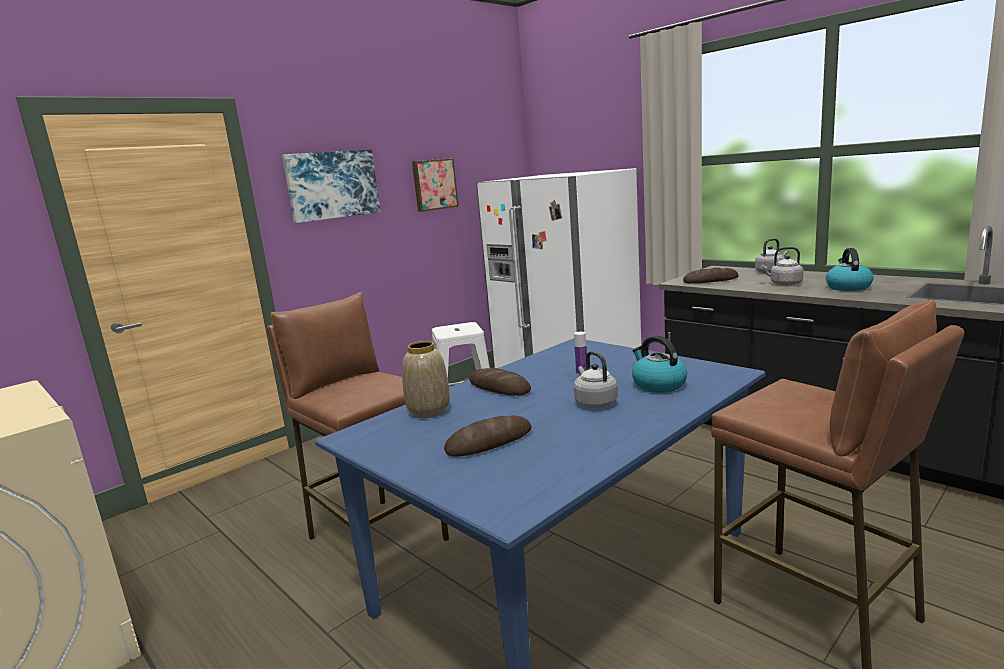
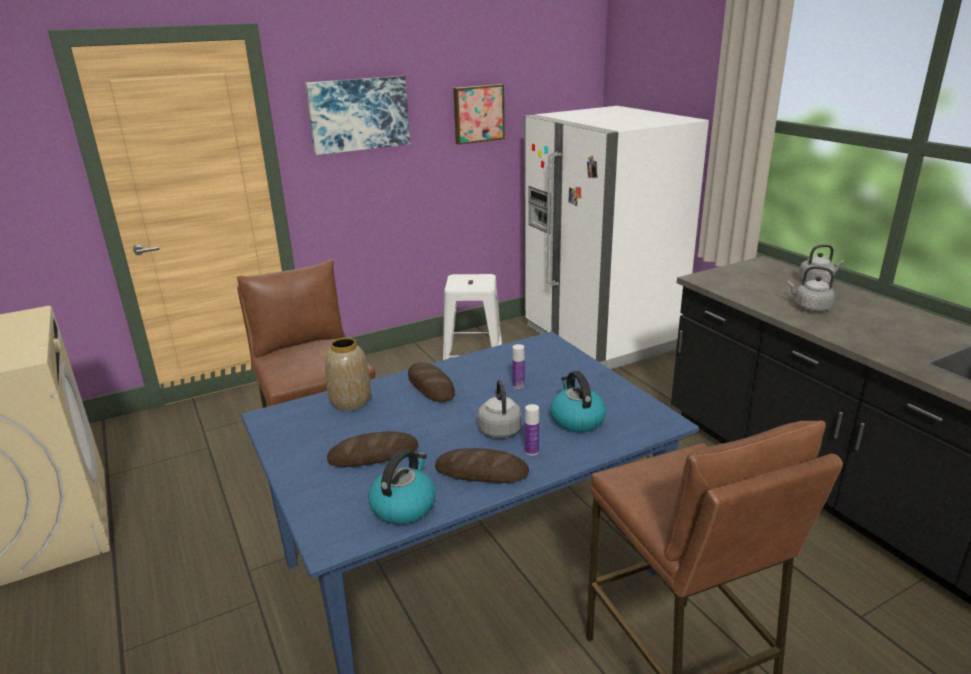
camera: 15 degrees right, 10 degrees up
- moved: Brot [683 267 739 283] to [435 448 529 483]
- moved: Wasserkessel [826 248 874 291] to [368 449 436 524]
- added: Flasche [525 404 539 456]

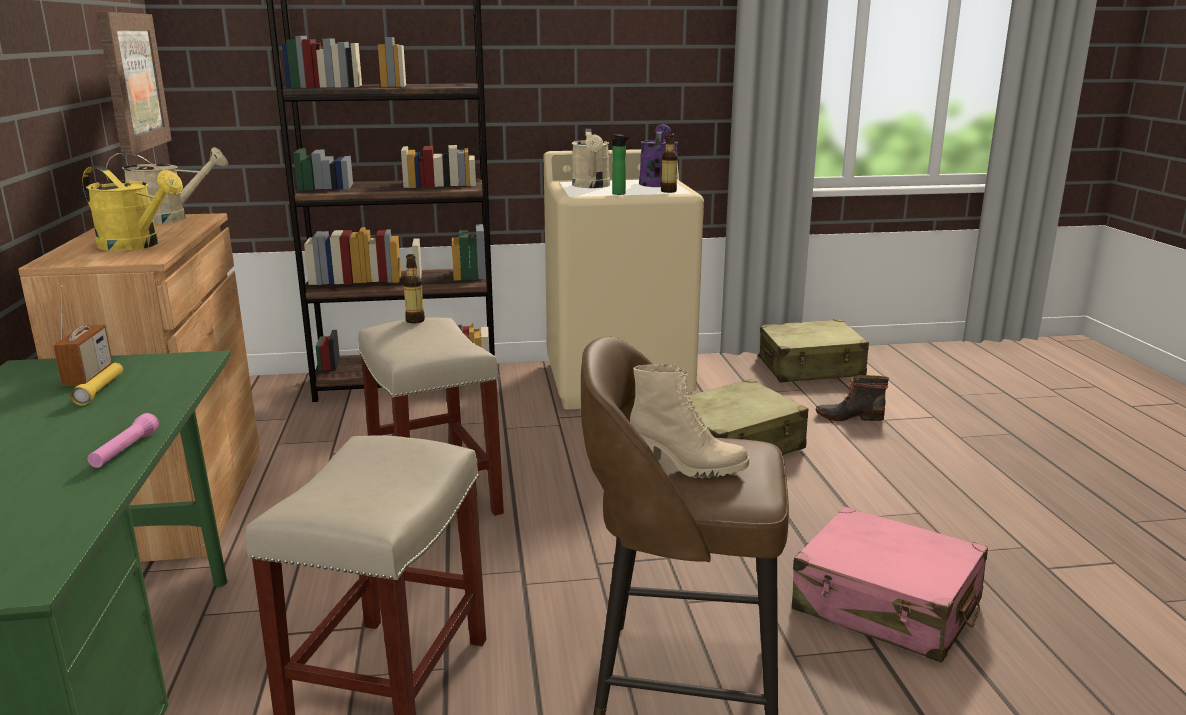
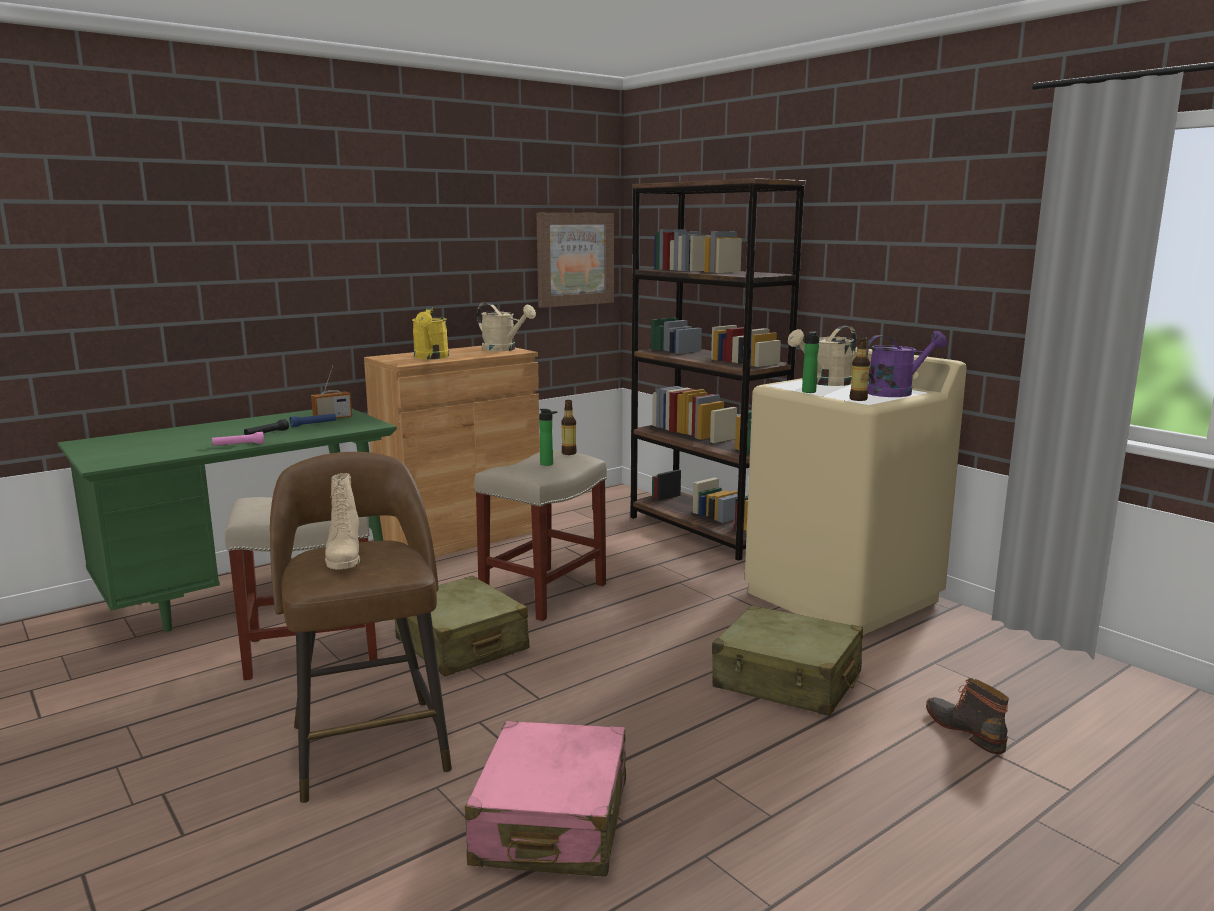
camera: 60 degrees right, 5 degrees down
- recoloured: Taschenlampe [gelb] [70 363 123 406] to Taschenlampe [blau] [290 414 336 427]
- moved: Koffer [beige] [758 319 869 382] to [395 576 529 677]
- added: Taschenlampe [schwarz] [244 419 289 435]
- added: Flasche [539 409 557 466]

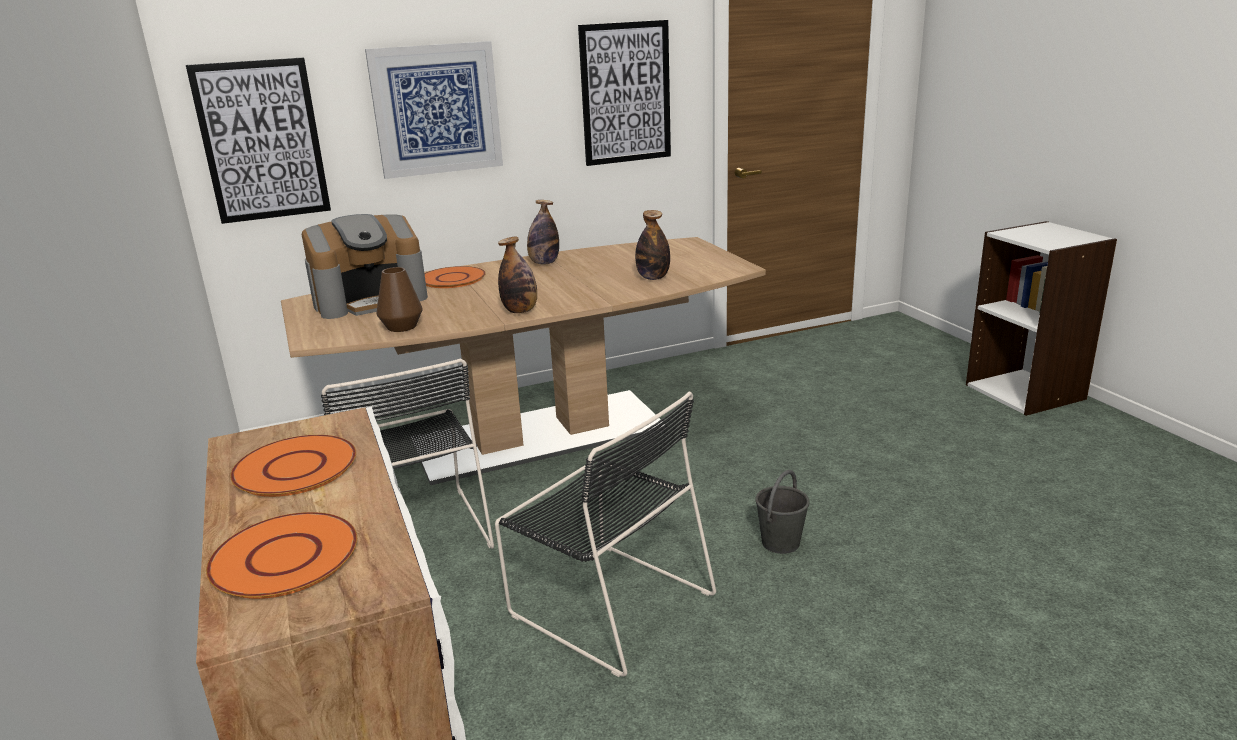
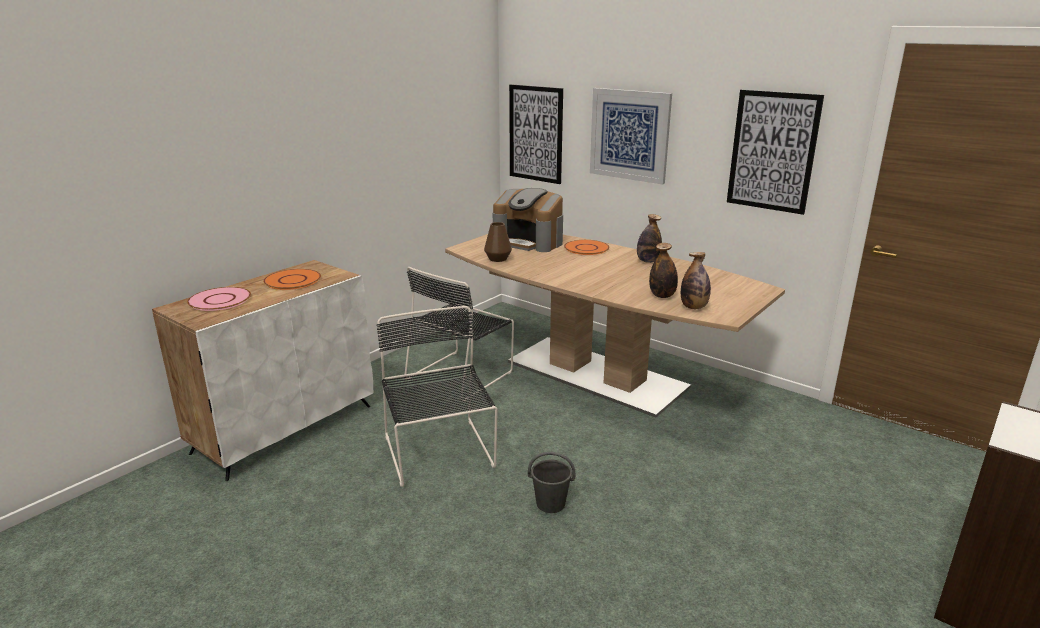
camera: 60 degrees right, 0 degrees up
- recoloured: Teller [orange] [206 512 357 599] to Teller [rosa] [187 287 251 311]
- turned: Stuhl [schwarz] [495 391 716 677] = [377 306 498 487] 150 degrees clockwise
- moved: Flasche [498 236 537 313] to [681 252 711 309]

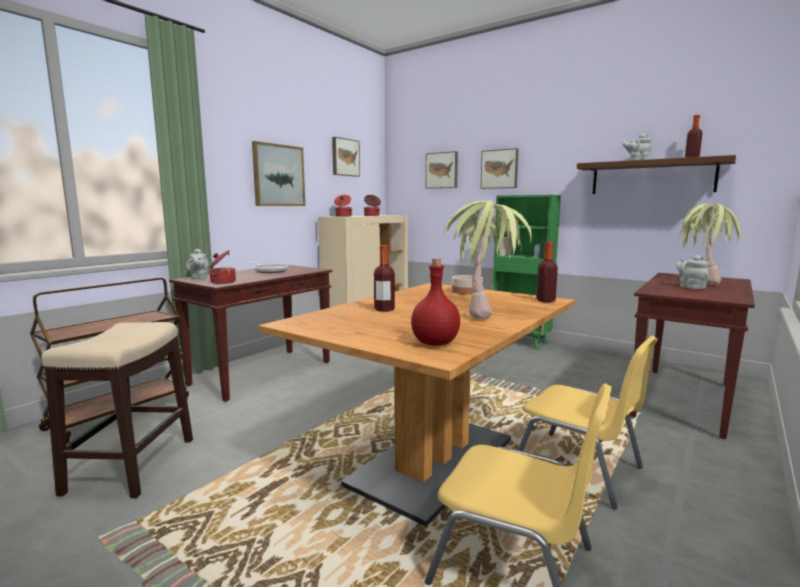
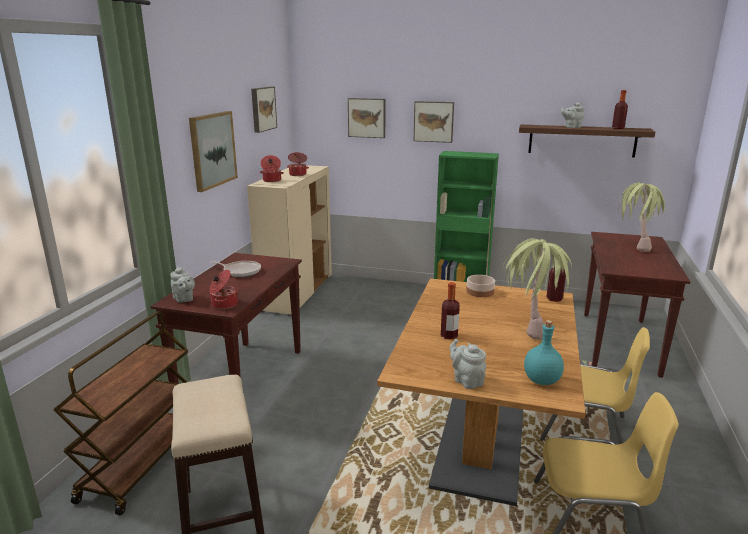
camera: 20 degrees left, 10 degrees up
- recoloured: Flasche [rot] [411 258 460 346] to Flasche [türkis] [524 320 564 385]
- moved: Teekanne [grau] [676 255 709 289] to [450 339 486 389]

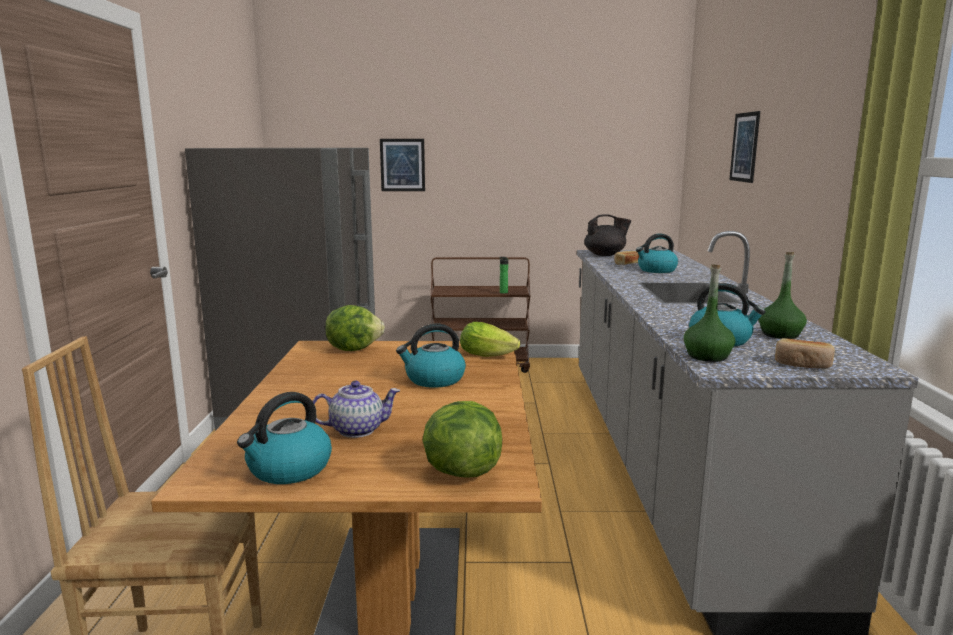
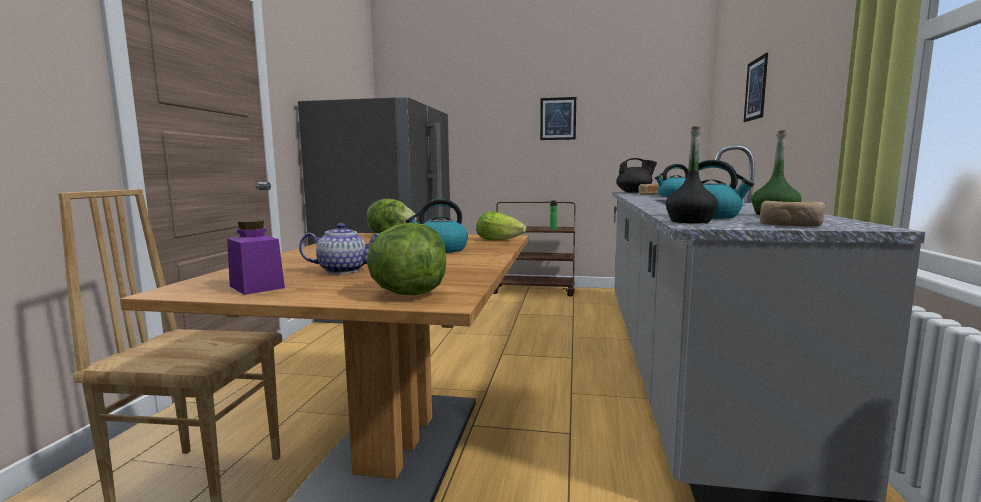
camera: 10 degrees right, 5 degrees down
- replaced: Wasserkessel [237 392 332 484] to Vorratsglas [lila] [227 220 285 295]
- moved: Bild [380 139 425 191] to [540 97 576 140]
- recoloured: Flasche [grün] [683 264 735 362] to Flasche [schwarz] [666 127 718 223]

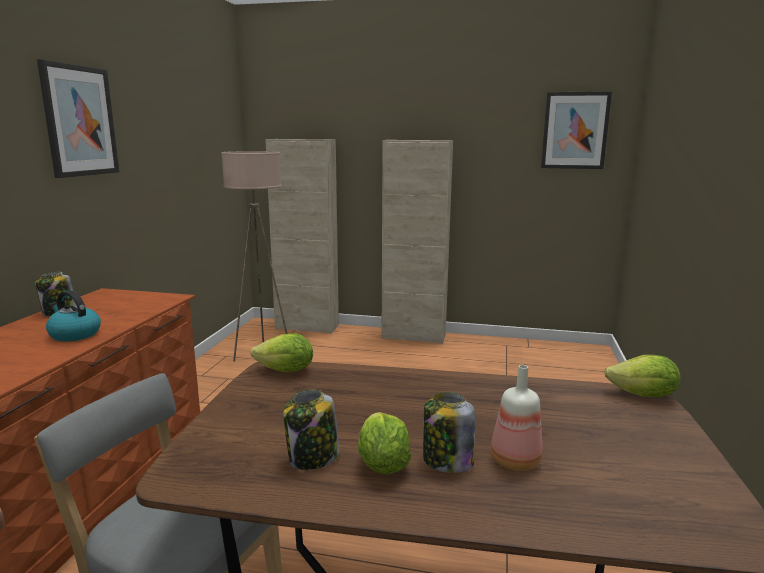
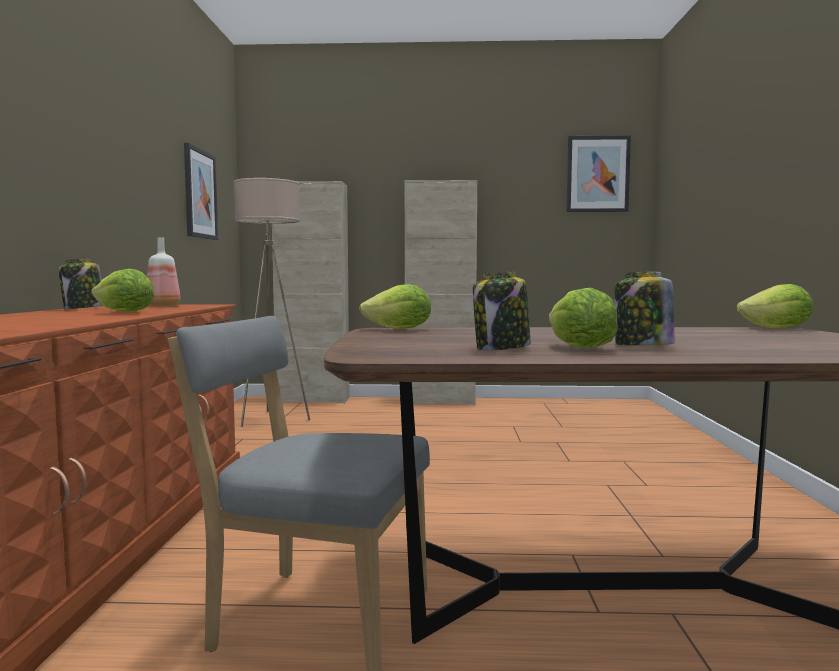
camera: 10 degrees left, 10 degrees down
- moved: Bild [37 59 119 178] to [184 143 218 240]
- replaced: Wasserkessel [46 290 101 341] to Salatkopf [91 269 154 312]
- moved: Flasche [491 365 543 471] to [147 237 181 307]

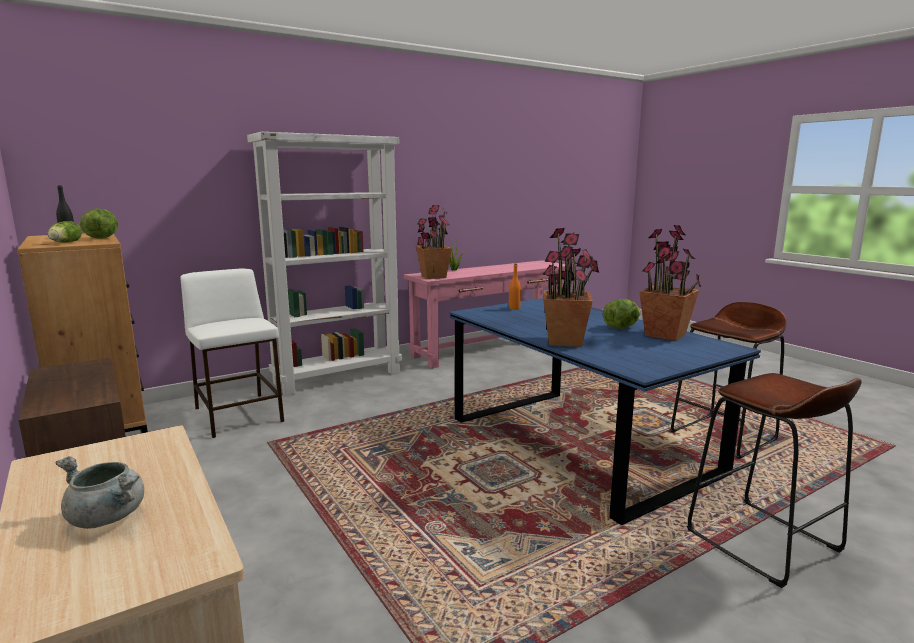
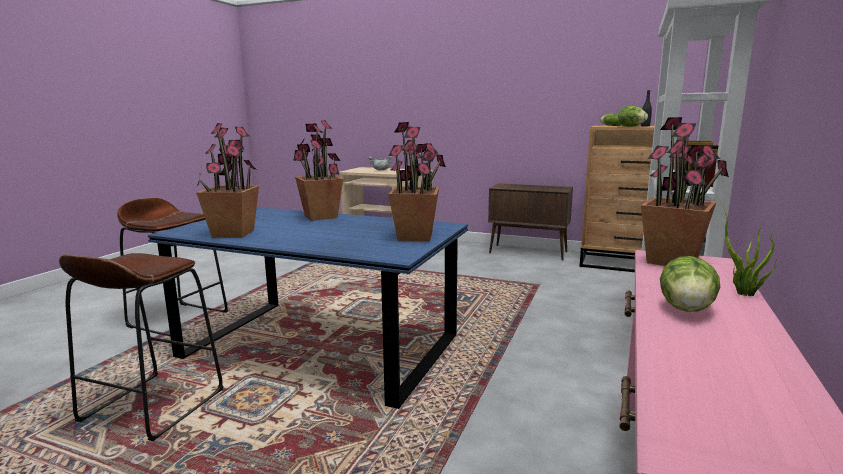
camera: 145 degrees right, 0 degrees up
- removed: Hocker [weiß] [180 268 284 438]
- replaced: Flasche [orange] [509 264 521 310] to Topfpflanze [388 122 446 241]
- moved: Salatkopf [603 299 641 329] to [660 256 720 312]

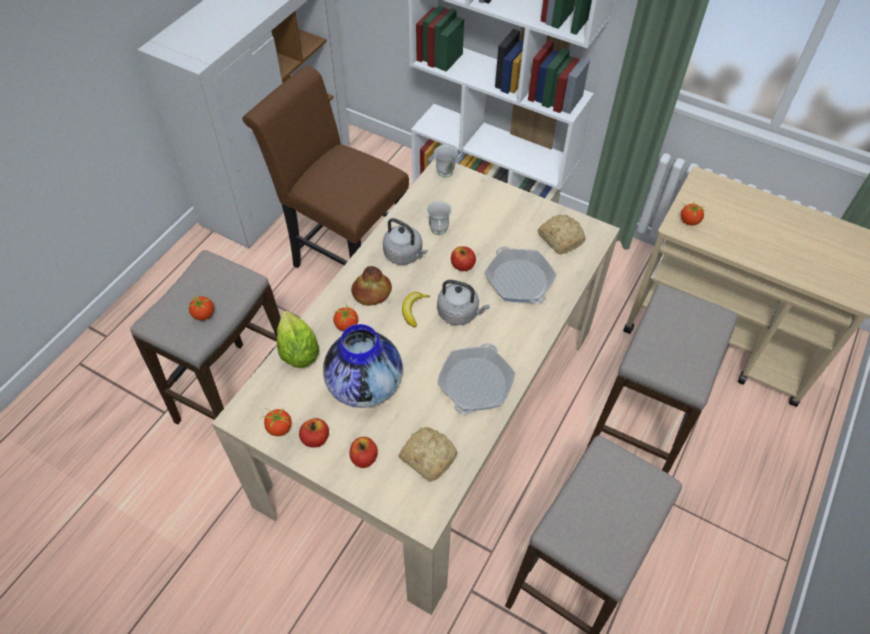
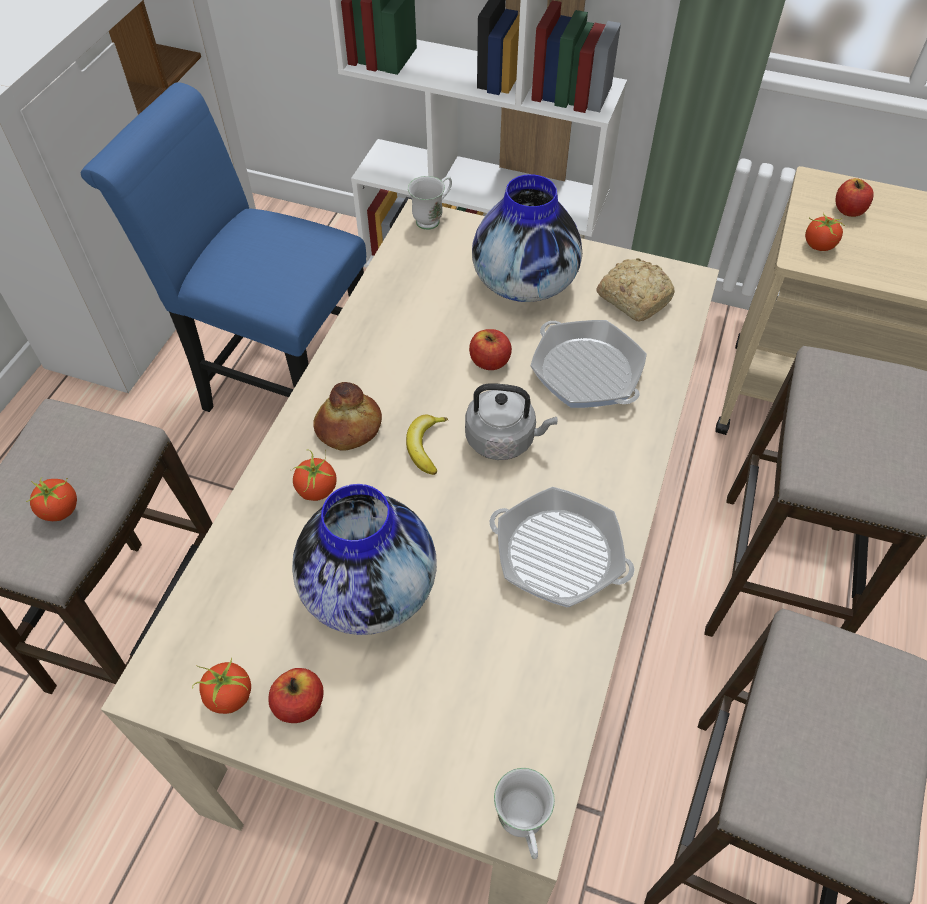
camera: 10 degrees left, 0 degrees up
- recoloured: Stuhl [braun] [242 66 409 268] to Stuhl [blau] [81 82 366 412]
- removed: Salatkopf [277 311 320 368]
- moved: Apfel [349 437 378 468] to [835 178 874 217]
- removed: Wasserkessel [grau] [383 218 427 265]
- removed: Brot [399 427 458 482]
- moved: Henkelbecher [weiß] [427 201 452 235] to [494 768 555 859]
- turned: Pfanne [437 343 515 415] = [489 487 635 607] 105 degrees clockwise
- added: Vase [472 174 582 302]

